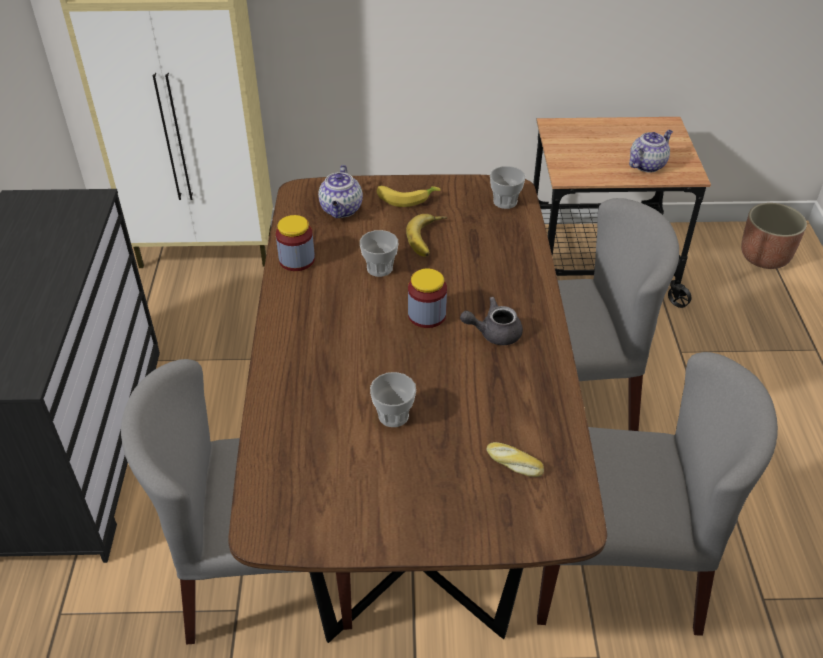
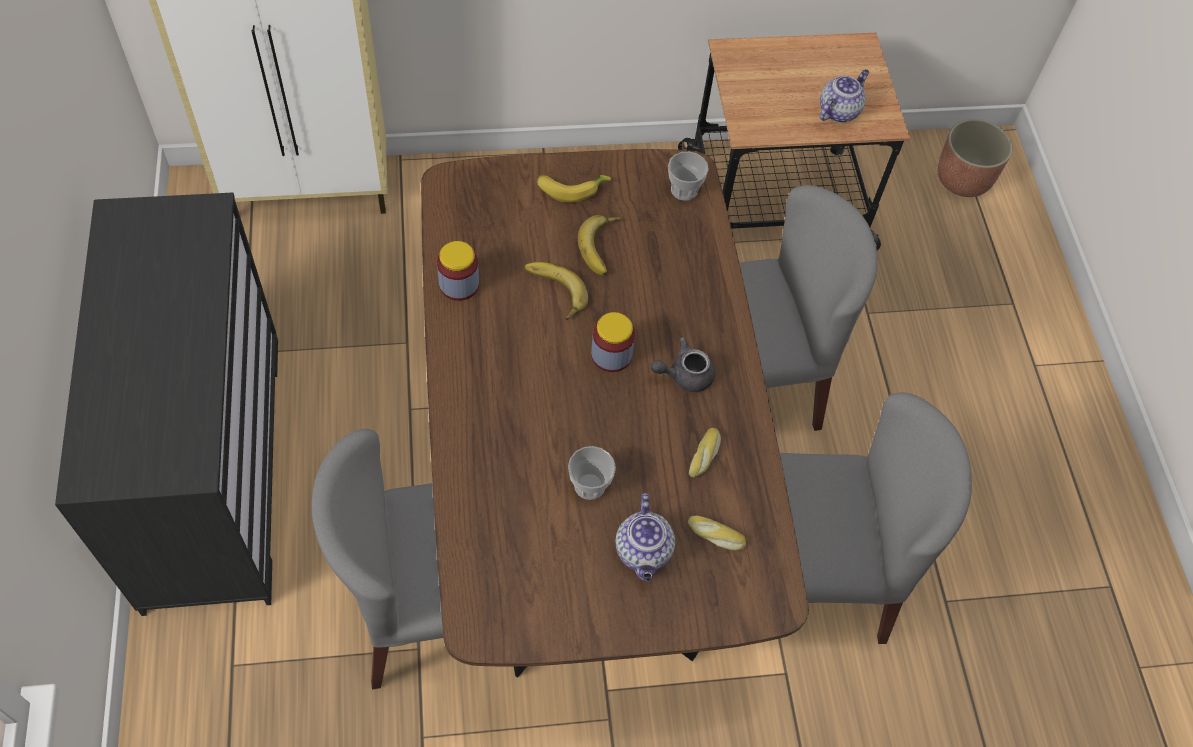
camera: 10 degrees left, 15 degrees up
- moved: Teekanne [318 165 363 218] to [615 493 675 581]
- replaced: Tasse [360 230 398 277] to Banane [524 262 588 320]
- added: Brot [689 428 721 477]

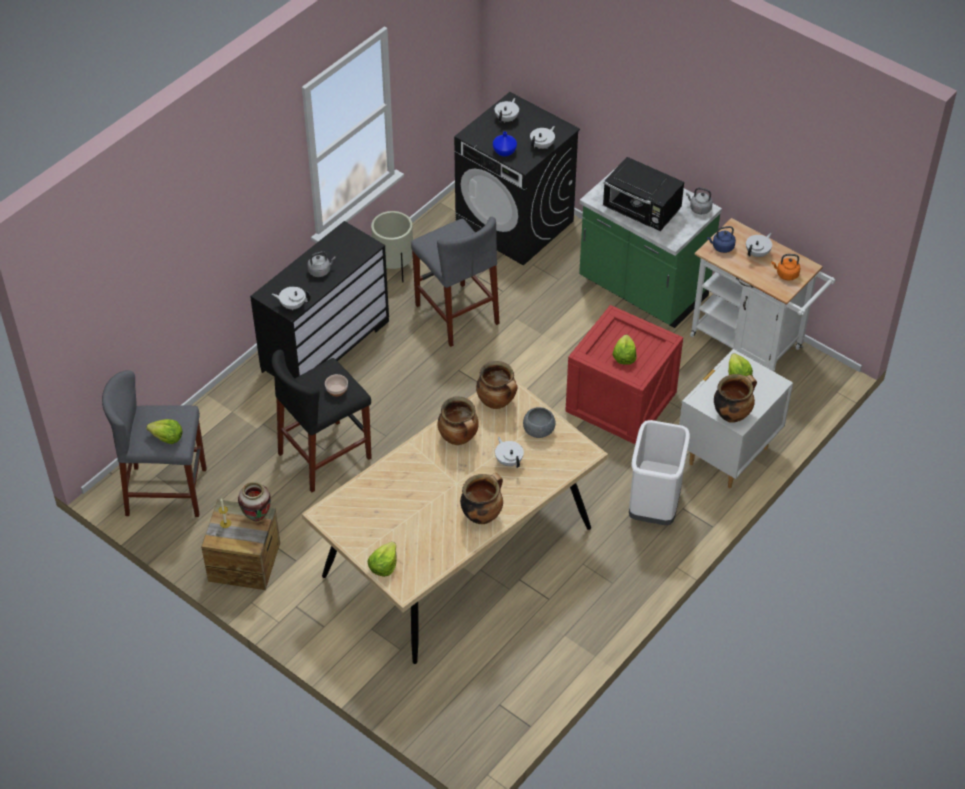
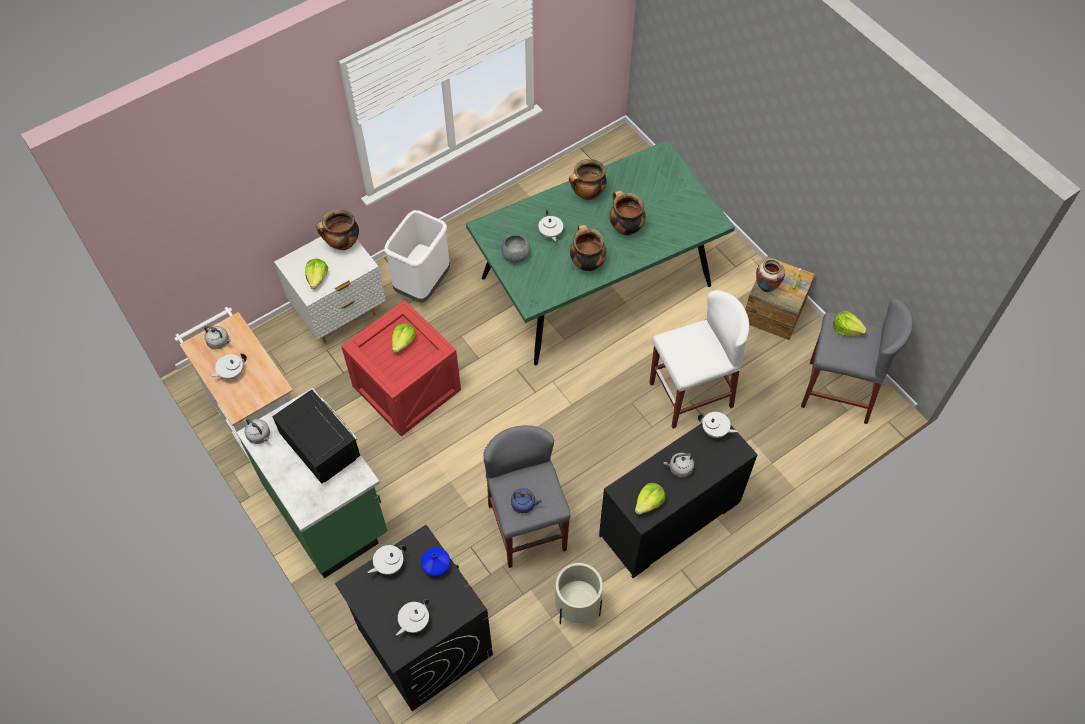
camera: 165 degrees left, 10 degrees up
- recoloured: Hocker [schwarz] [272 350 372 492] to Hocker [weiß] [649 290 749 429]
- recoloured: Esstisch [beige] [302 380 608 664] to Esstisch [grün] [466 140 735 366]
- removed: Schüssel [325 374 348 396]
- moved: Salatkopf [368 542 397 577] to [635 483 665 515]
- moved: Kochtopf [476 361 518 409] to [609 190 646 235]
- moved: Wasserkessel [blau] [707 226 736 253] to [511 488 542 513]
- recoloured: Wasserkessel [orange] [772 254 800 281] to Wasserkessel [grau] [204 326 231 349]

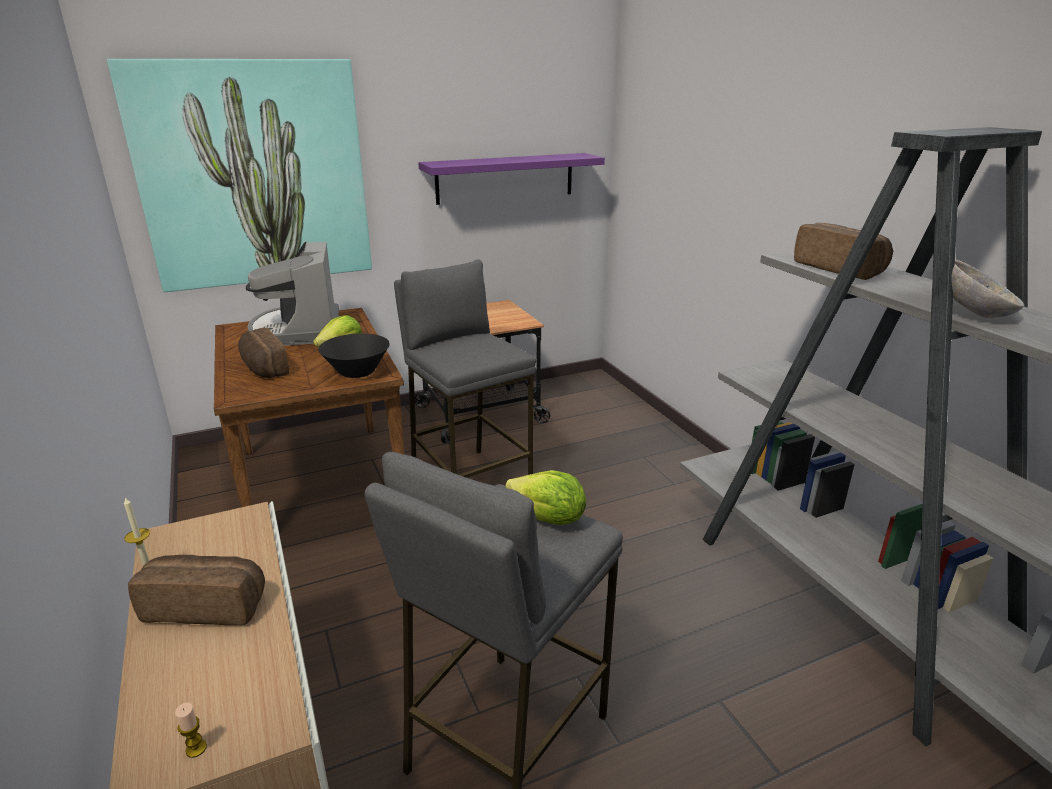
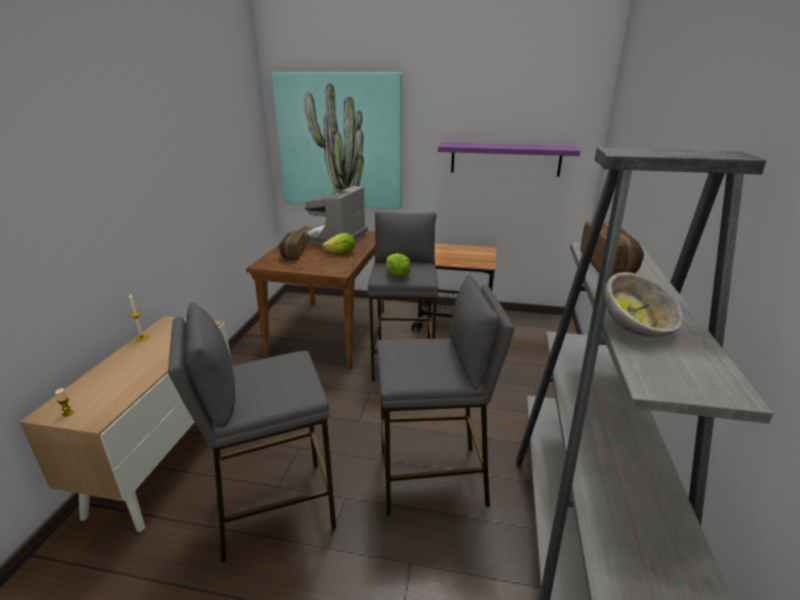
camera: 35 degrees right, 0 degrees up
- removed: Brot [128 555 265 625]
- removed: Schüssel [schwarz] [318 333 390 378]
- moved: Salatkopf [506 470 586 525] to [386 253 411 277]
- added: Hocker [grau] [377 274 514 516]

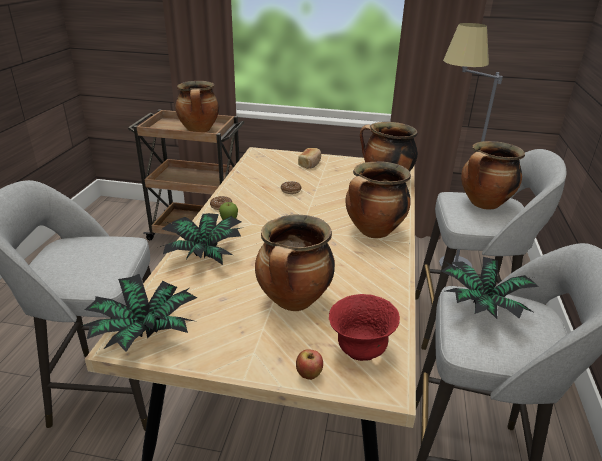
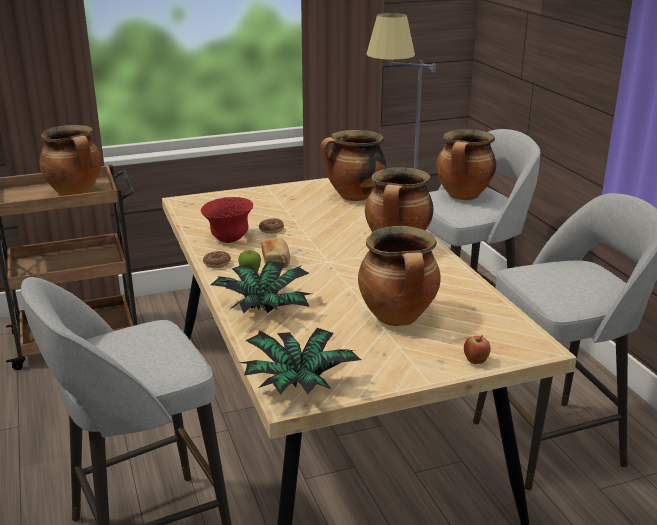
camera: 30 degrees left, 5 degrees down
- moved: Brot [298 148 321 169] to [262 237 290 268]
- moved: Schüssel [rot] [329 294 400 361] to [201 197 253 243]
- removed: Topfpflanze [441 257 539 319]

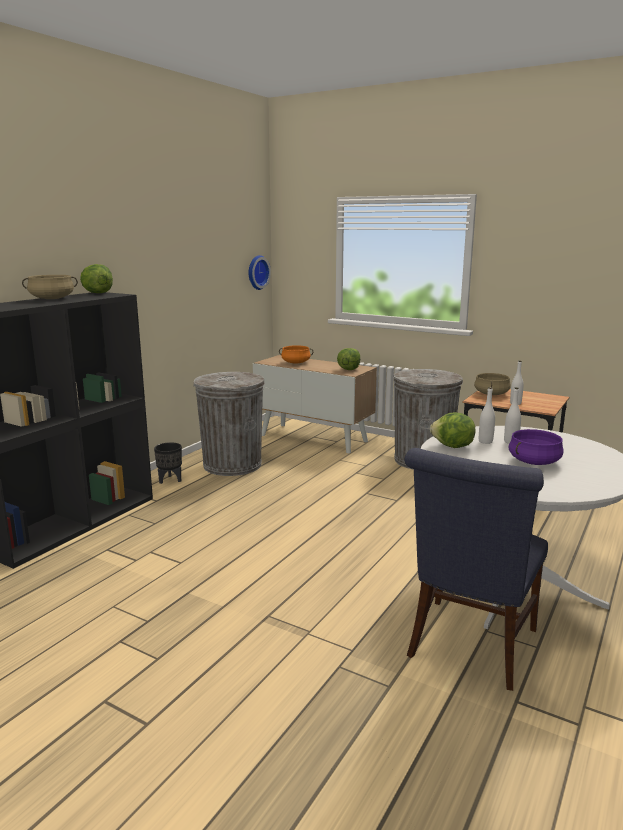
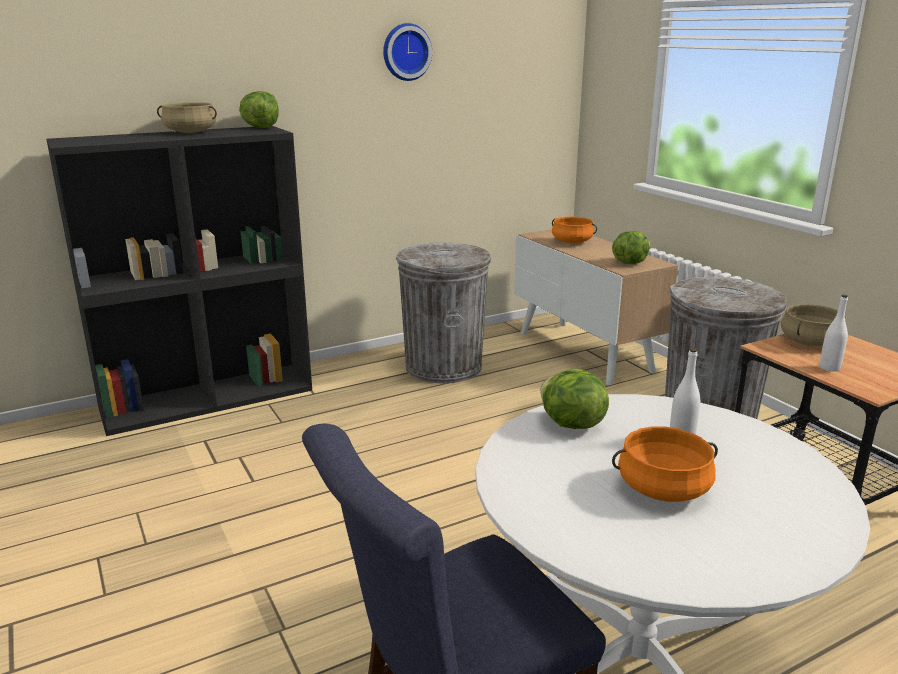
camera: 30 degrees right, 5 degrees up
- removed: Pflanzkübel [schwarz] [154 442 182 484]
- moved: Wanduhr [248 255 271 290] to [383 23 432 81]
- removed: Flasche [weiß] [479 387 495 444]
- recoloured: Kochtopf [lila] [508 429 564 465] to Kochtopf [orange] [612 426 718 502]

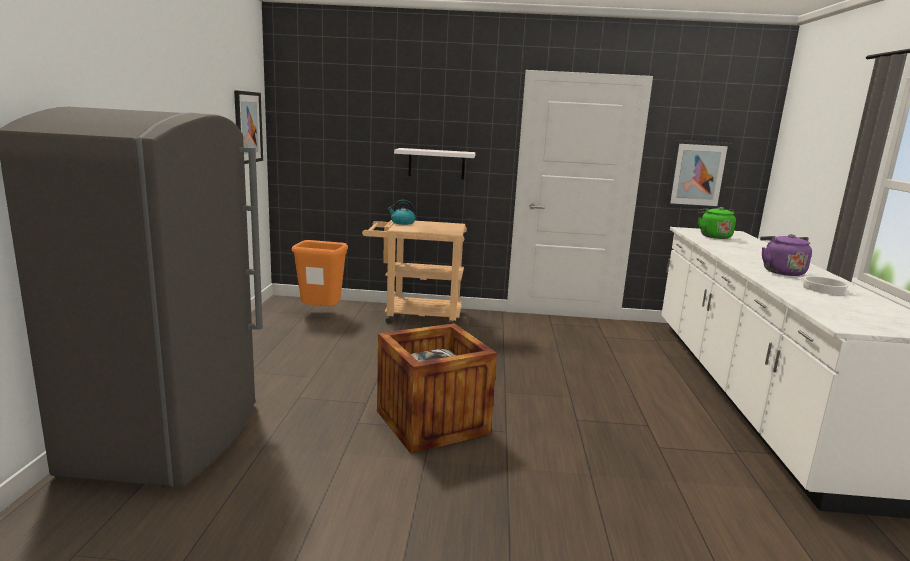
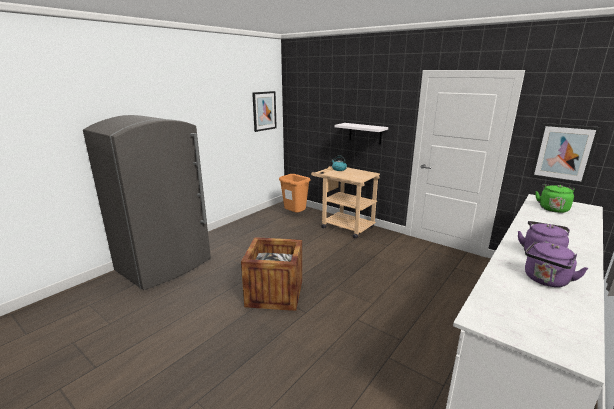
camera: 35 degrees right, 5 degrees up
- replaced: Kochtopf [798 276 855 295] to Wasserkessel [lila] [525 241 588 287]

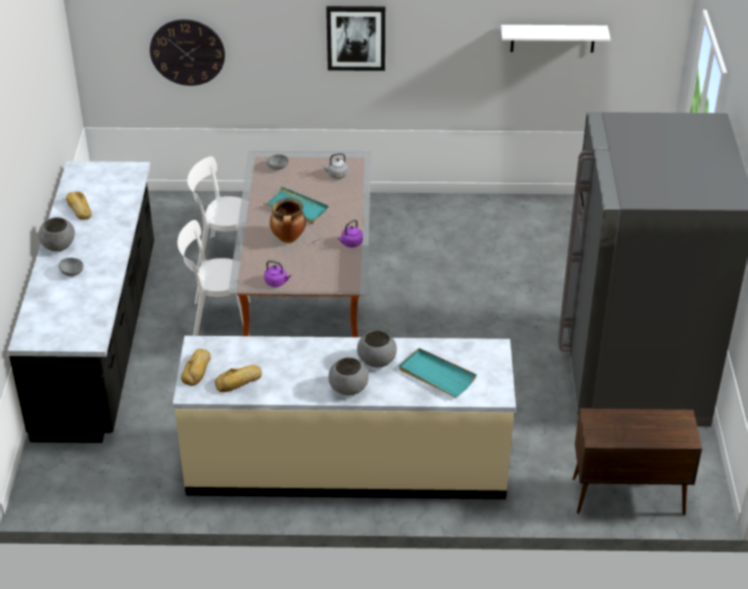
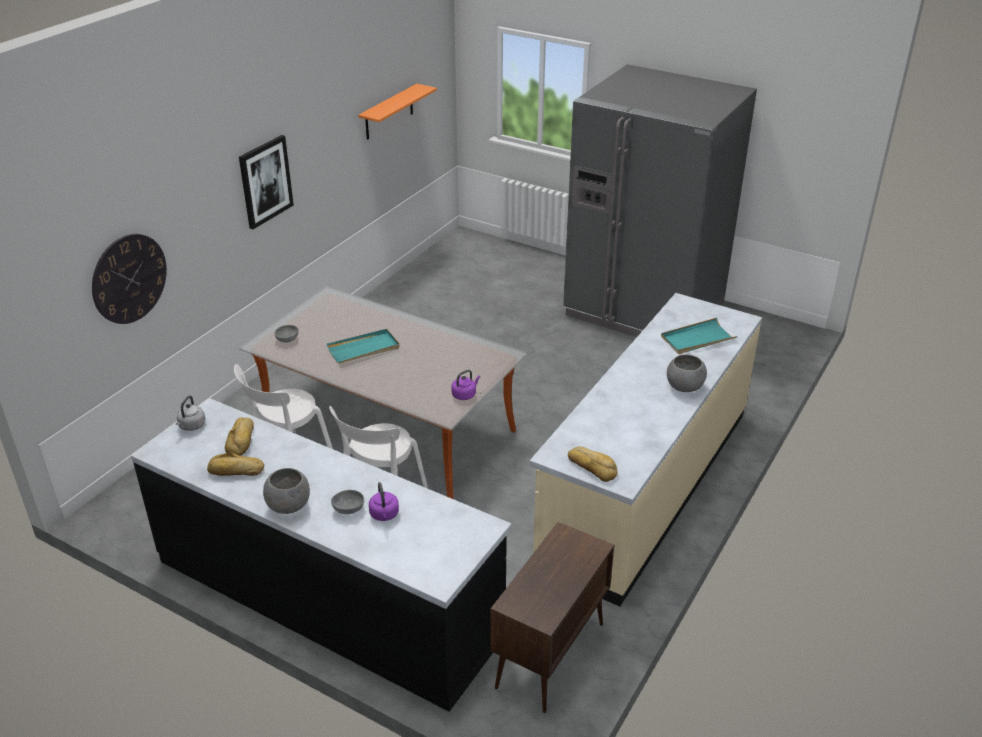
camera: 60 degrees left, 5 degrees down
- moved: Brot [215 365 262 392] to [225 417 254 456]
- removed: Kochtopf [270 198 306 243]
- moved: Wasserkessel [grau] [322 153 348 179] to [176 396 205 431]
- moved: Wasserkessel [lila] [338 219 363 247] to [369 482 399 521]
- removed: Schüssel [grau] [357 330 397 368]
- recoloured: Wandregal [weiß] [501 25 610 53] to Wandregal [orange] [358 84 437 139]
- moved: Schrank [braun] [573 408 702 515] to [490 522 614 713]

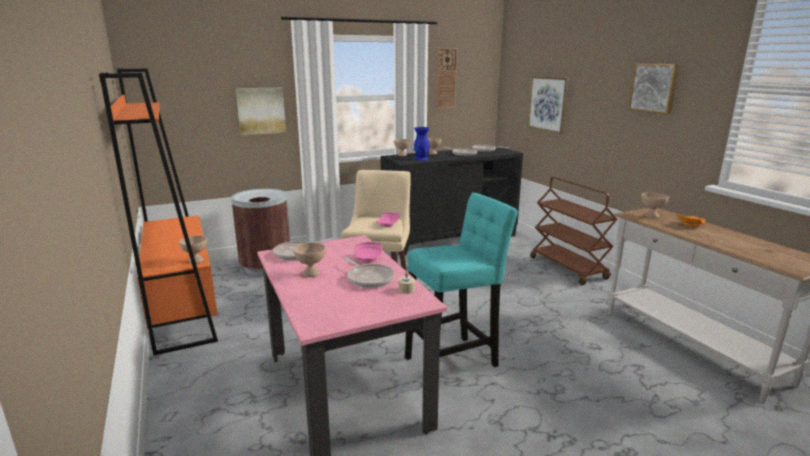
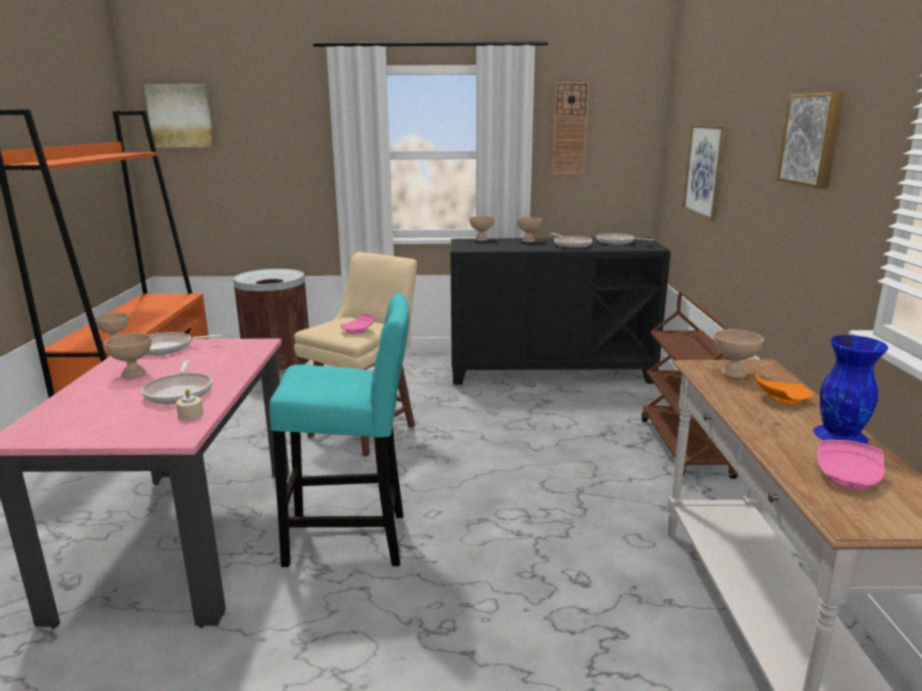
camera: 25 degrees right, 0 degrees up
- moved: Bild [236 87 286 135] to [144 84 214 148]
- moved: Teller [rosa] [355 242 382 263] to [817 440 885 490]
- moved: Vase [blau] [414 127 430 161] to [813 335 888 444]

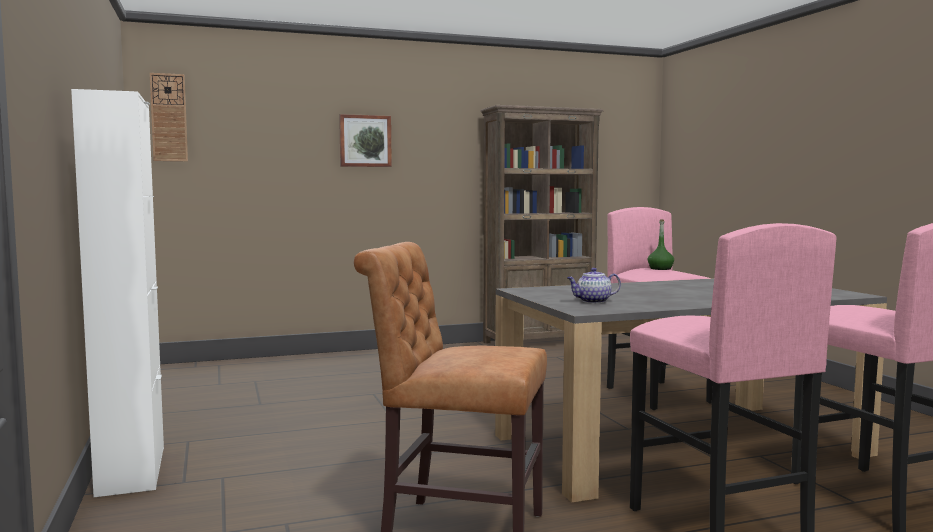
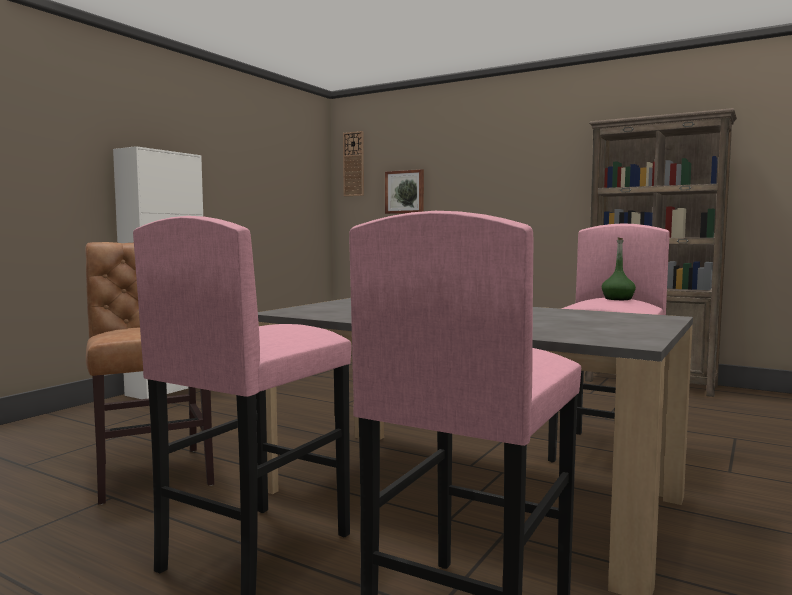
camera: 50 degrees right, 0 degrees up
- moved: Bild [339 114 392 167] to [385 169 424 214]
- removed: Teekanne [567 268 621 303]

